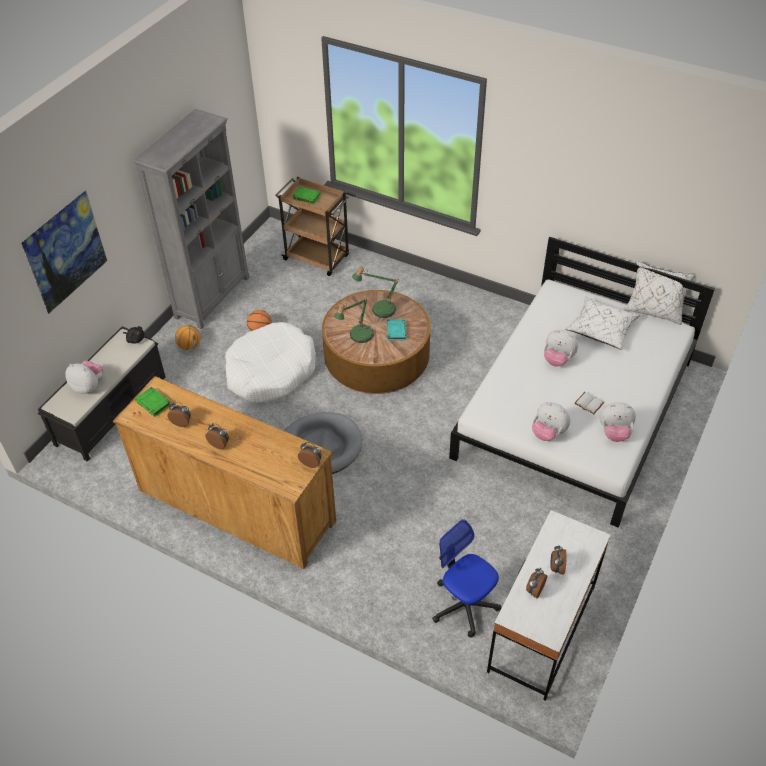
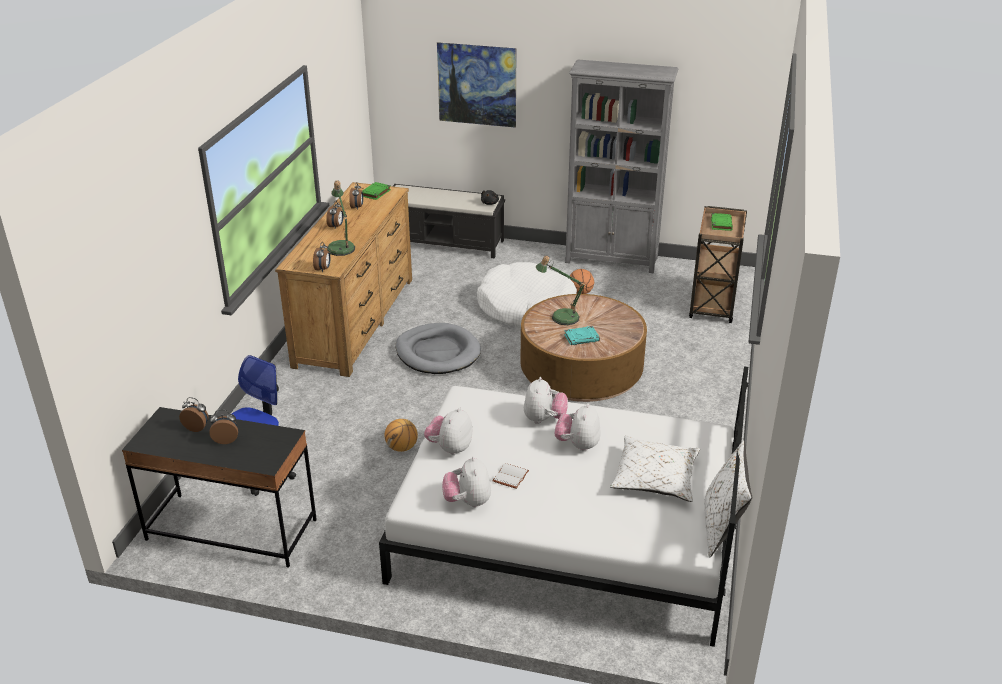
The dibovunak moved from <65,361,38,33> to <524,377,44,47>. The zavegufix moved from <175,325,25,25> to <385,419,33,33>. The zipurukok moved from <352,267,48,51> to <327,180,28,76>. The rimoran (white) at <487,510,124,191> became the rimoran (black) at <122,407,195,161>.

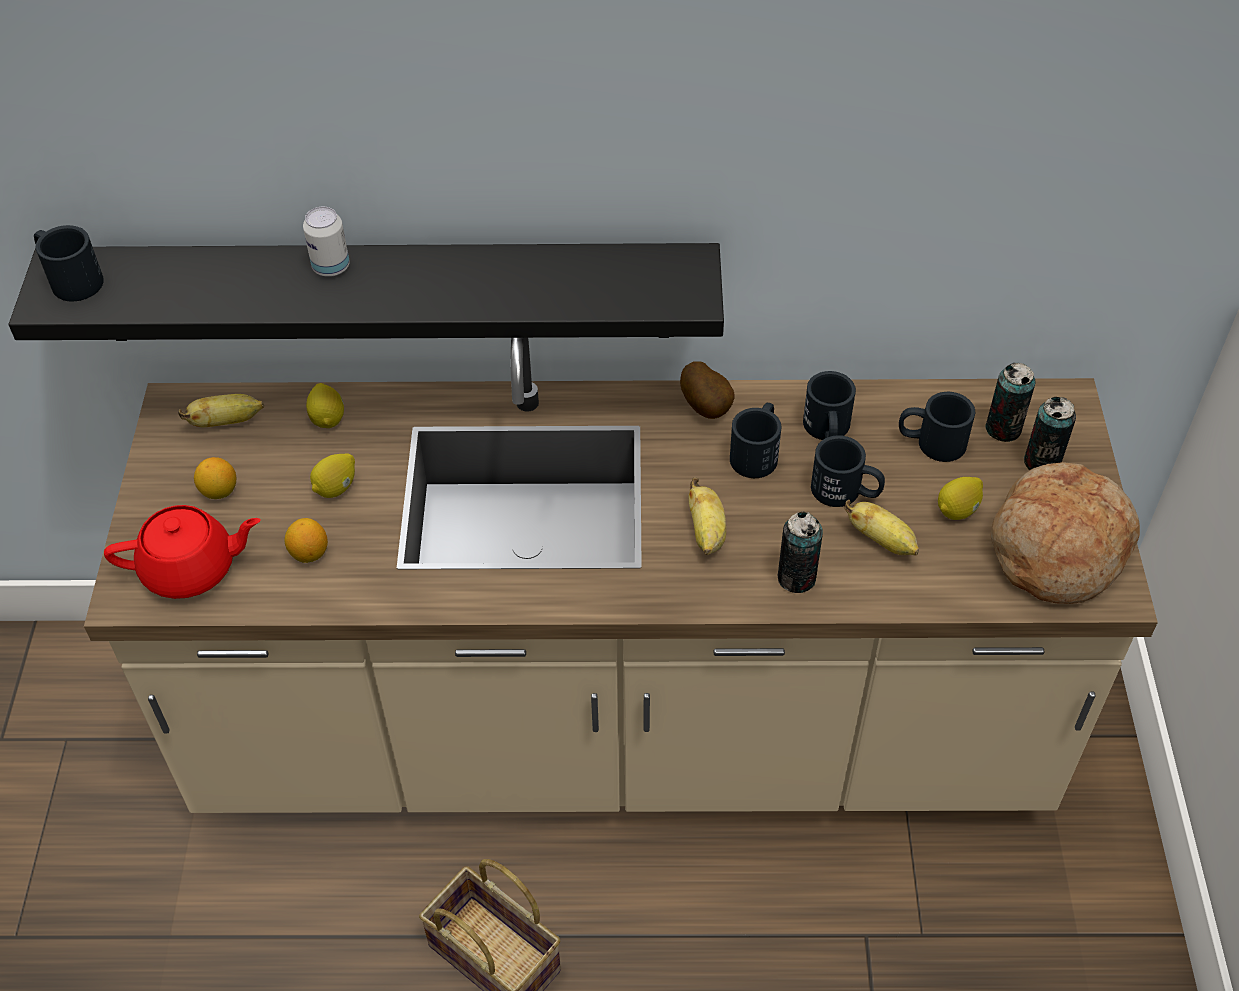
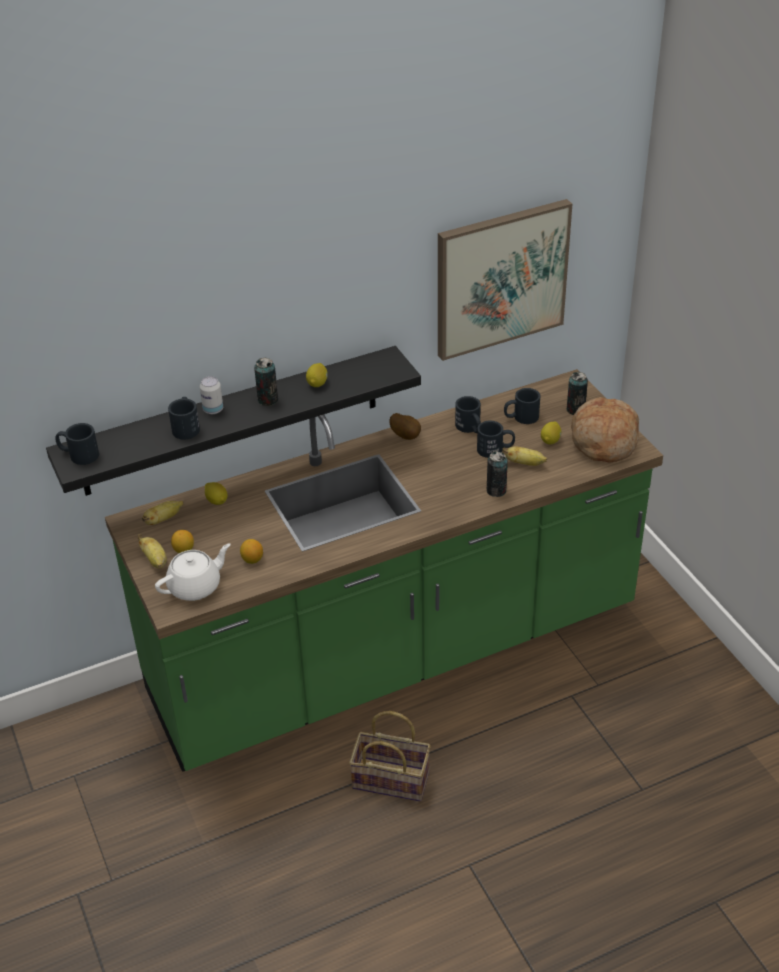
The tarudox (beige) at <84,338,1074,475> became the tarudox (green) at <105,369,558,403>. The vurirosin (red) at <104,505,157,94> became the vurirosin (white) at <155,543,76,58>. The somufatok moved from <310,453,45,45> to <306,363,22,24>. The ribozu moved from <688,478,38,77> to <138,534,29,34>. The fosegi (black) moved from <730,403,52,75> to <168,397,32,42>. The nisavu moved from <985,363,51,79> to <254,358,24,48>. The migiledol at <438,199,134,162> appeared.

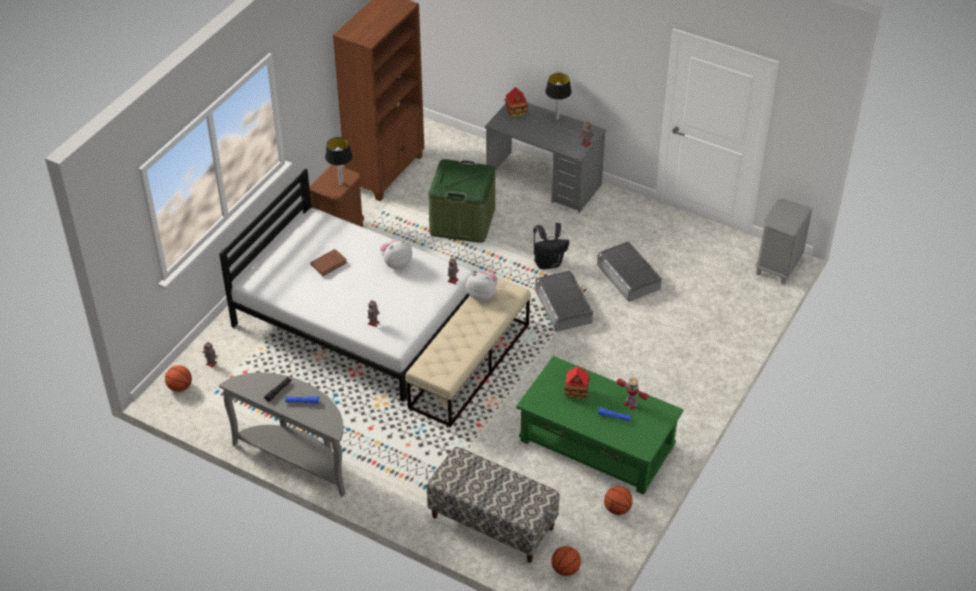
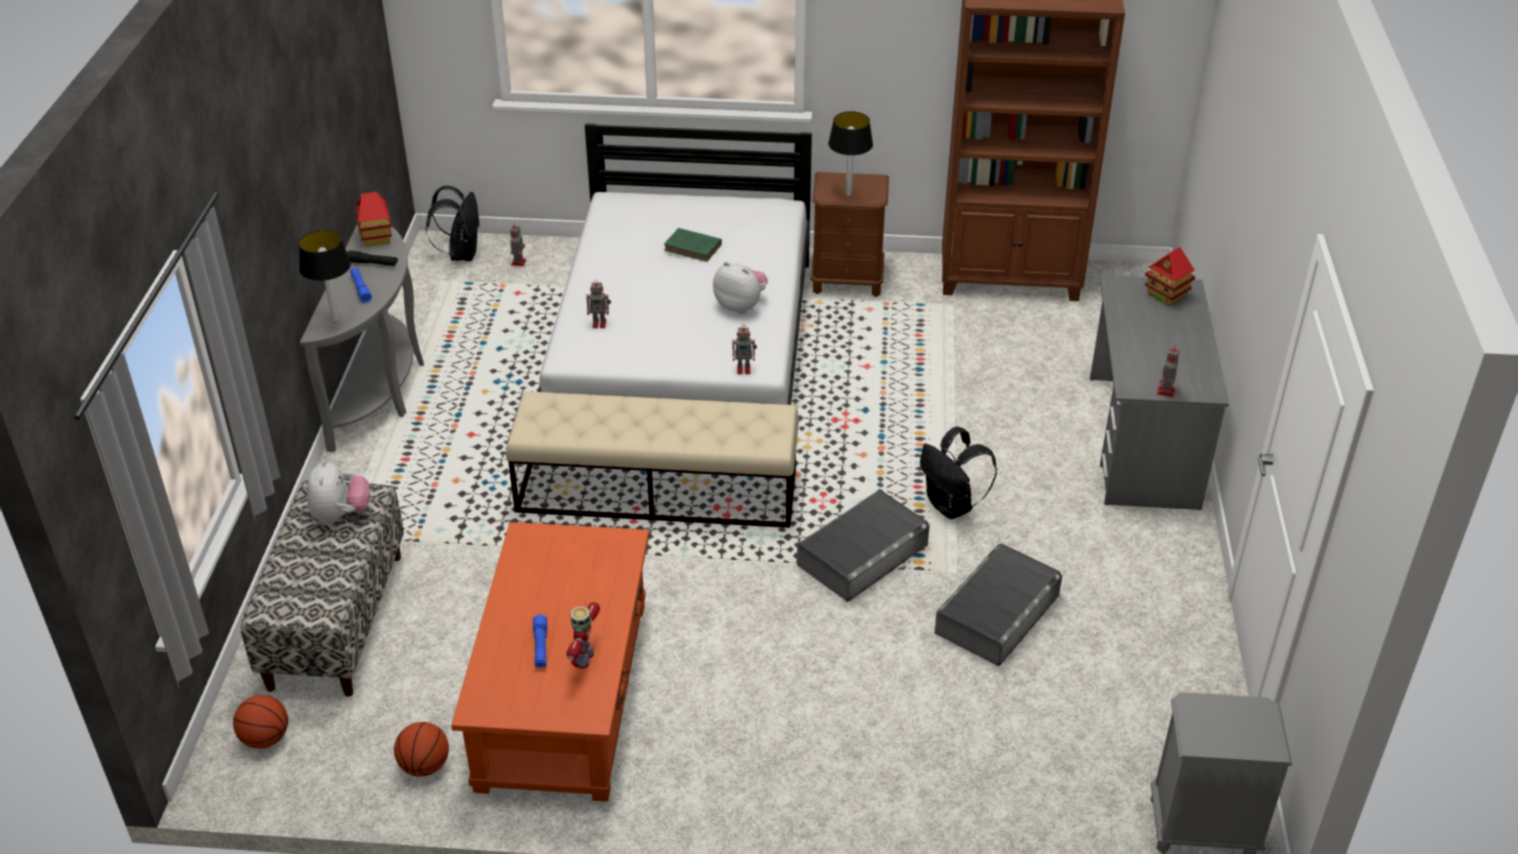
The zavegufix at <165,365,27,27> was replaced by the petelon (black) at <426,186,55,75>. The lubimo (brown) at <310,249,37,27> became the lubimo (green) at <664,228,58,34>. The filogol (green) at <428,159,67,84> disappeared. The dibovunak moved from <466,271,31,30> to <307,460,63,64>. The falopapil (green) at <516,356,167,139> became the falopapil (orange) at <451,522,198,280>. The zipurukok moved from <545,73,26,47> to <299,230,52,93>. The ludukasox moved from <564,366,26,34> to <356,192,36,55>.

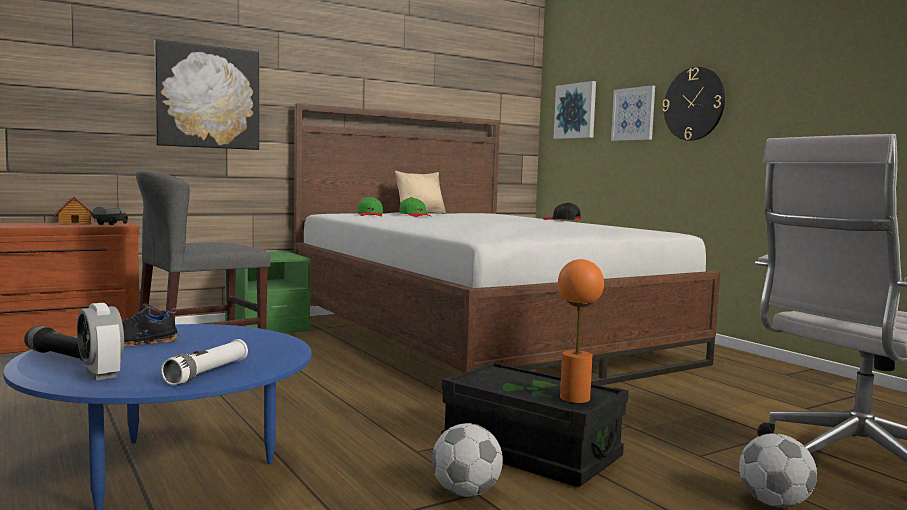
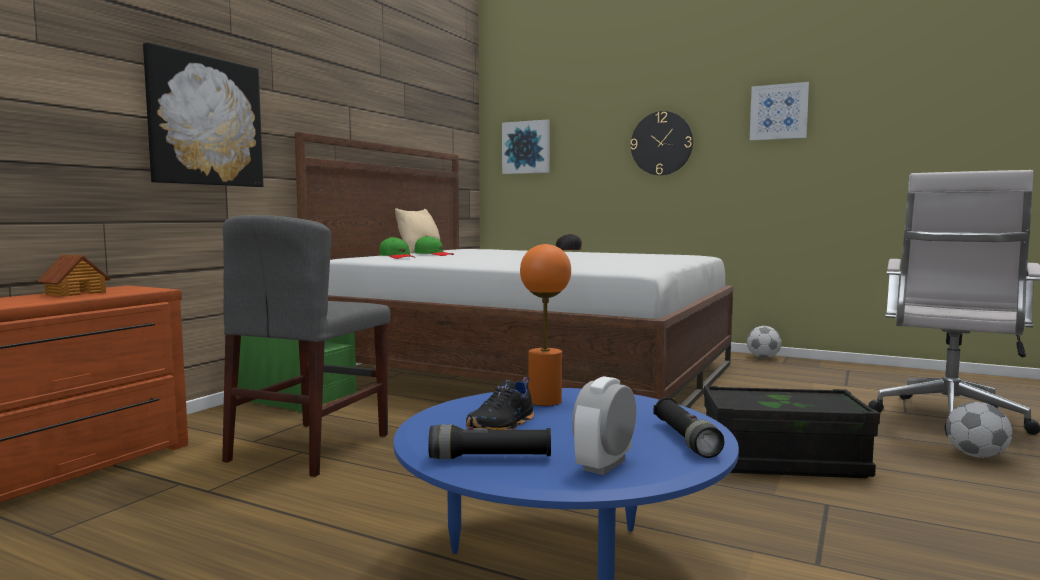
The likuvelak at <77,303,47,77> turned 105 degrees clockwise. The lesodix at <92,206,37,19> disappeared. The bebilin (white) at <161,339,87,46> became the bebilin (black) at <653,397,71,61>. The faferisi moved from <432,423,71,74> to <747,326,34,32>. The zipurukok (orange) moved from <558,259,46,144> to <520,244,51,162>. The migiledol moved from <611,85,44,56> to <750,82,59,59>.

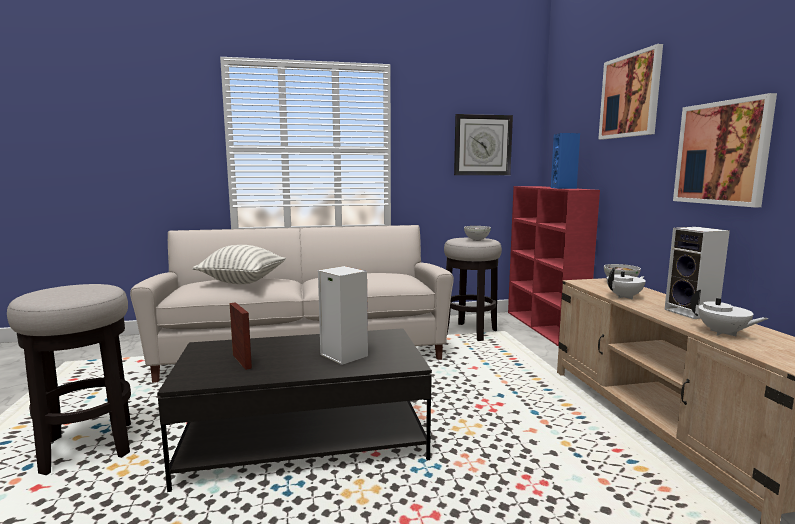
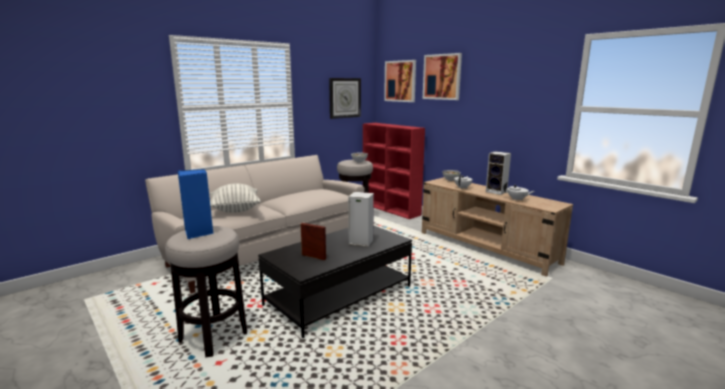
The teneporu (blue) moved from <551,133,29,56> to <178,169,35,70>. The migiledol moved from <673,93,104,114> to <384,60,32,42>.

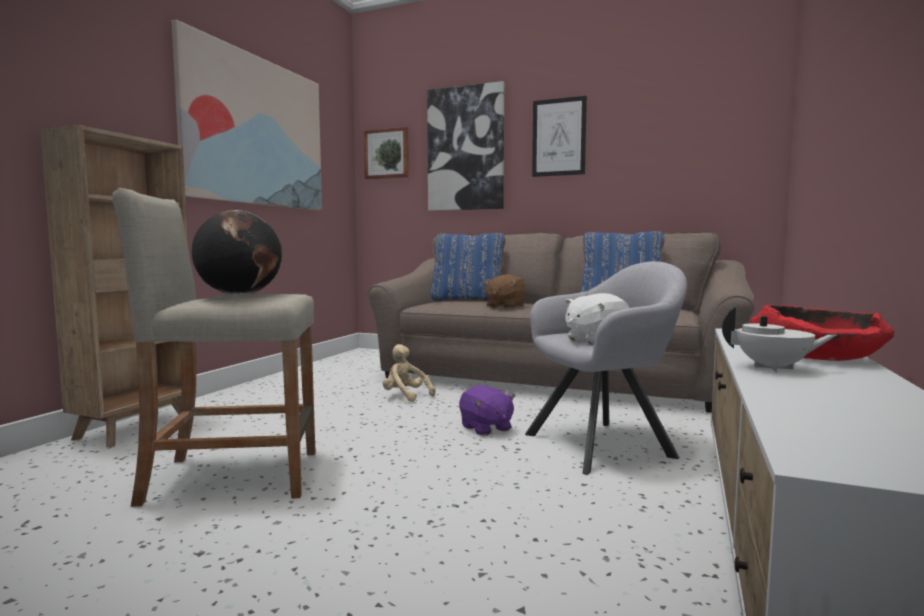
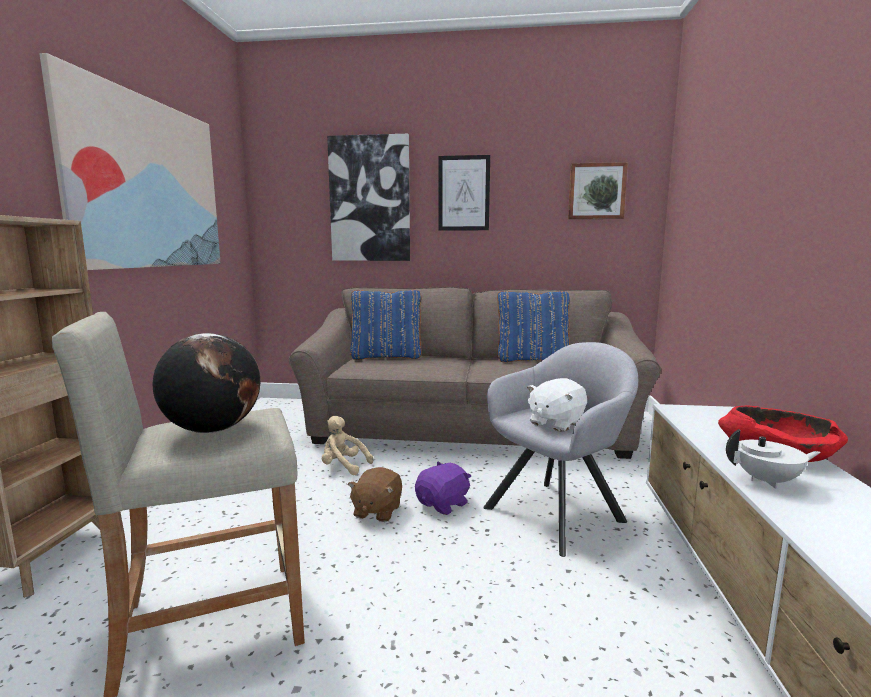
The migiledol moved from <364,127,45,52> to <568,162,60,57>. The dibovunak (purple) at <459,385,56,51> turned 90 degrees counterclockwise. The dibovunak (brown) moved from <484,274,42,35> to <348,467,54,55>.

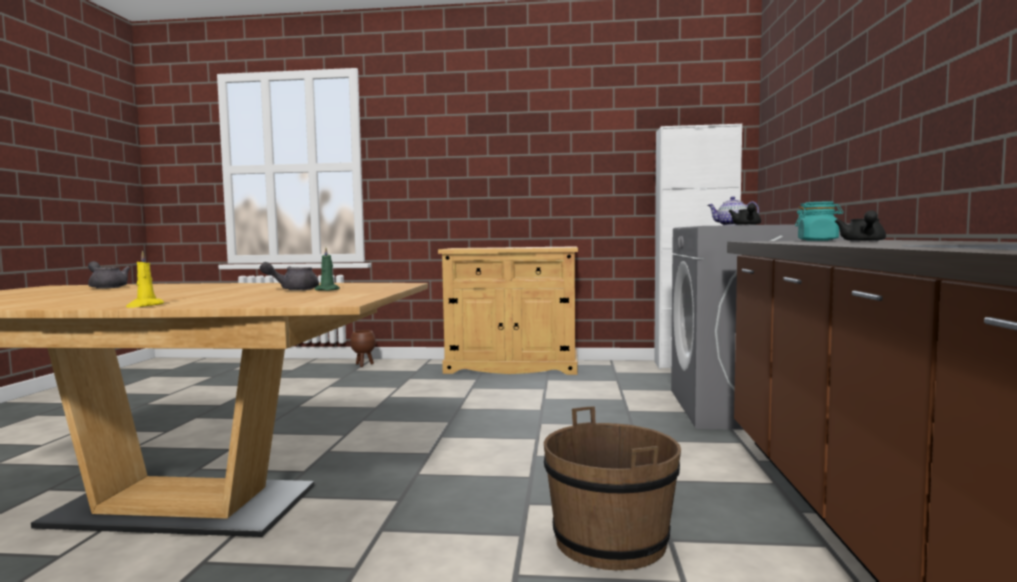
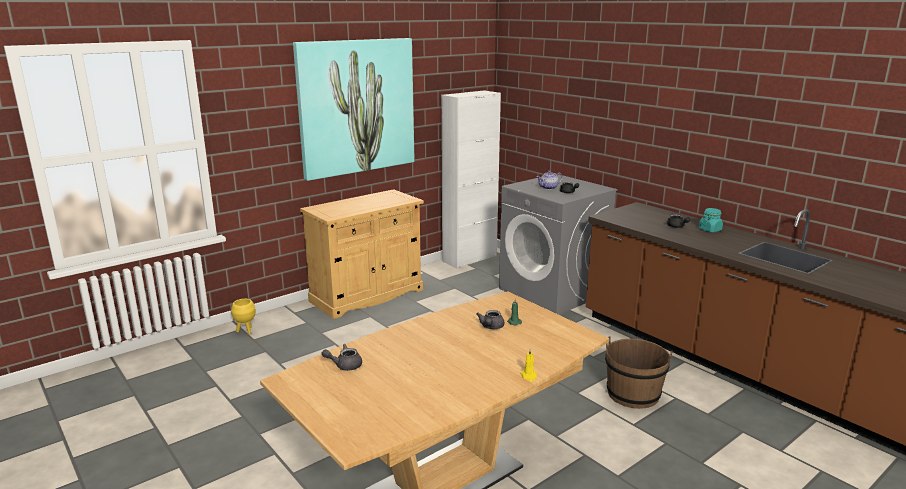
The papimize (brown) at <350,330,26,37> became the papimize (yellow) at <231,299,25,35>. The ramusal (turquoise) moved from <795,201,48,40> to <699,208,24,24>. The migiledol at <293,38,121,143> appeared.

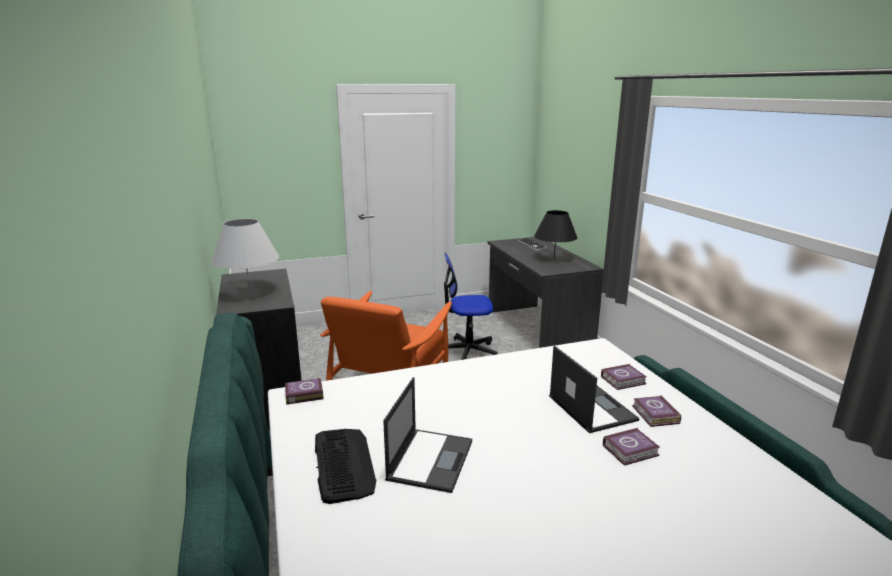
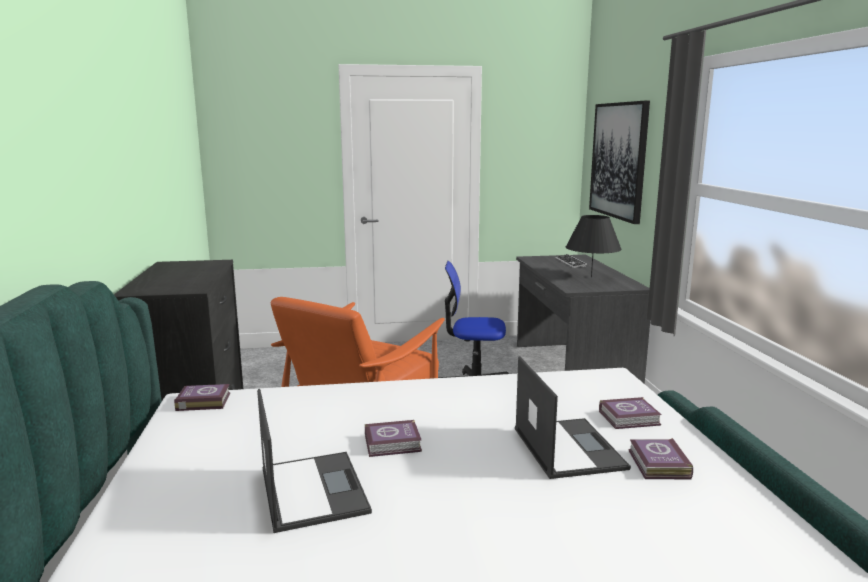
The zipurukok (white) at <211,219,68,73> disappeared. The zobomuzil at <315,429,61,75> disappeared. The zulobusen at <383,377,89,116> turned 45 degrees counterclockwise. The lubimo moved from <603,428,57,38> to <365,420,57,37>. The migiledol at <589,101,61,123> appeared.

